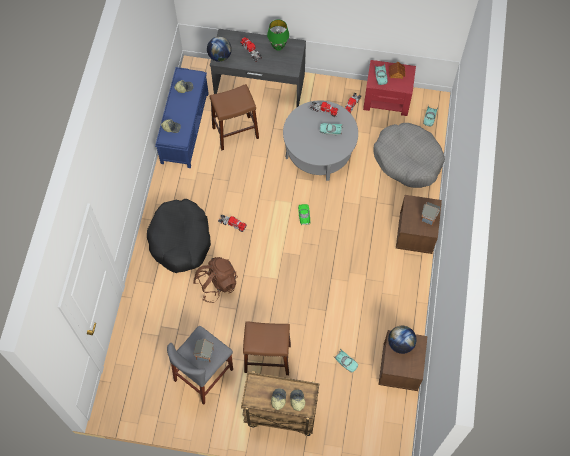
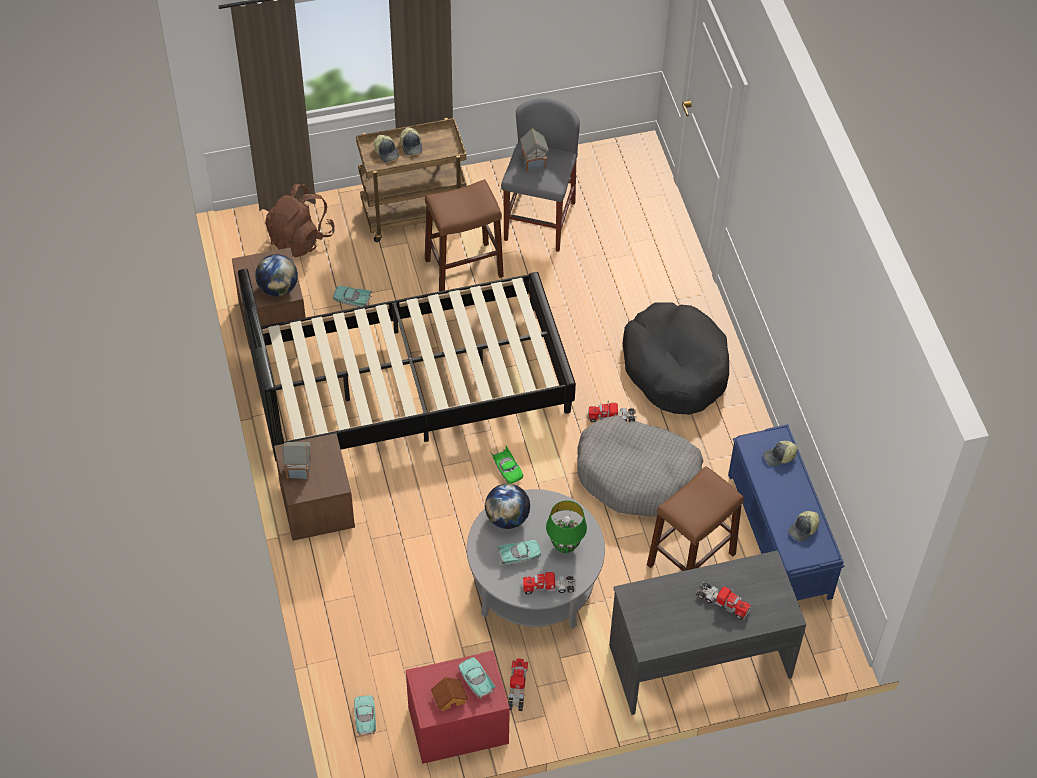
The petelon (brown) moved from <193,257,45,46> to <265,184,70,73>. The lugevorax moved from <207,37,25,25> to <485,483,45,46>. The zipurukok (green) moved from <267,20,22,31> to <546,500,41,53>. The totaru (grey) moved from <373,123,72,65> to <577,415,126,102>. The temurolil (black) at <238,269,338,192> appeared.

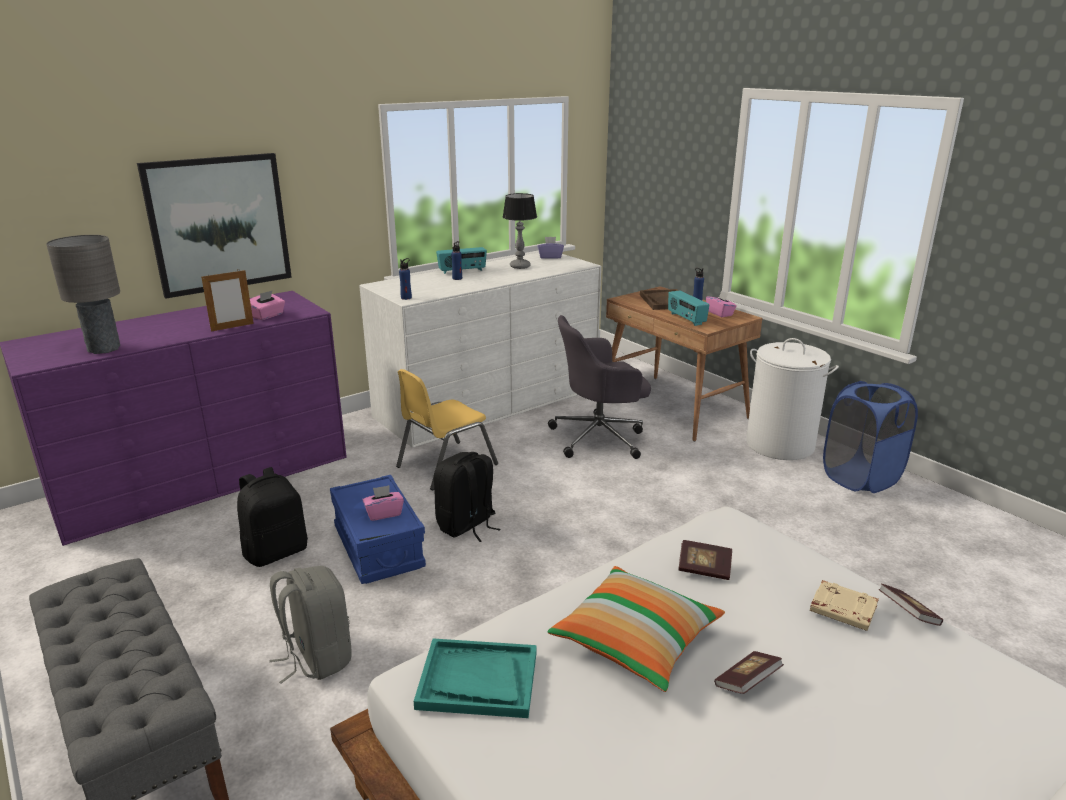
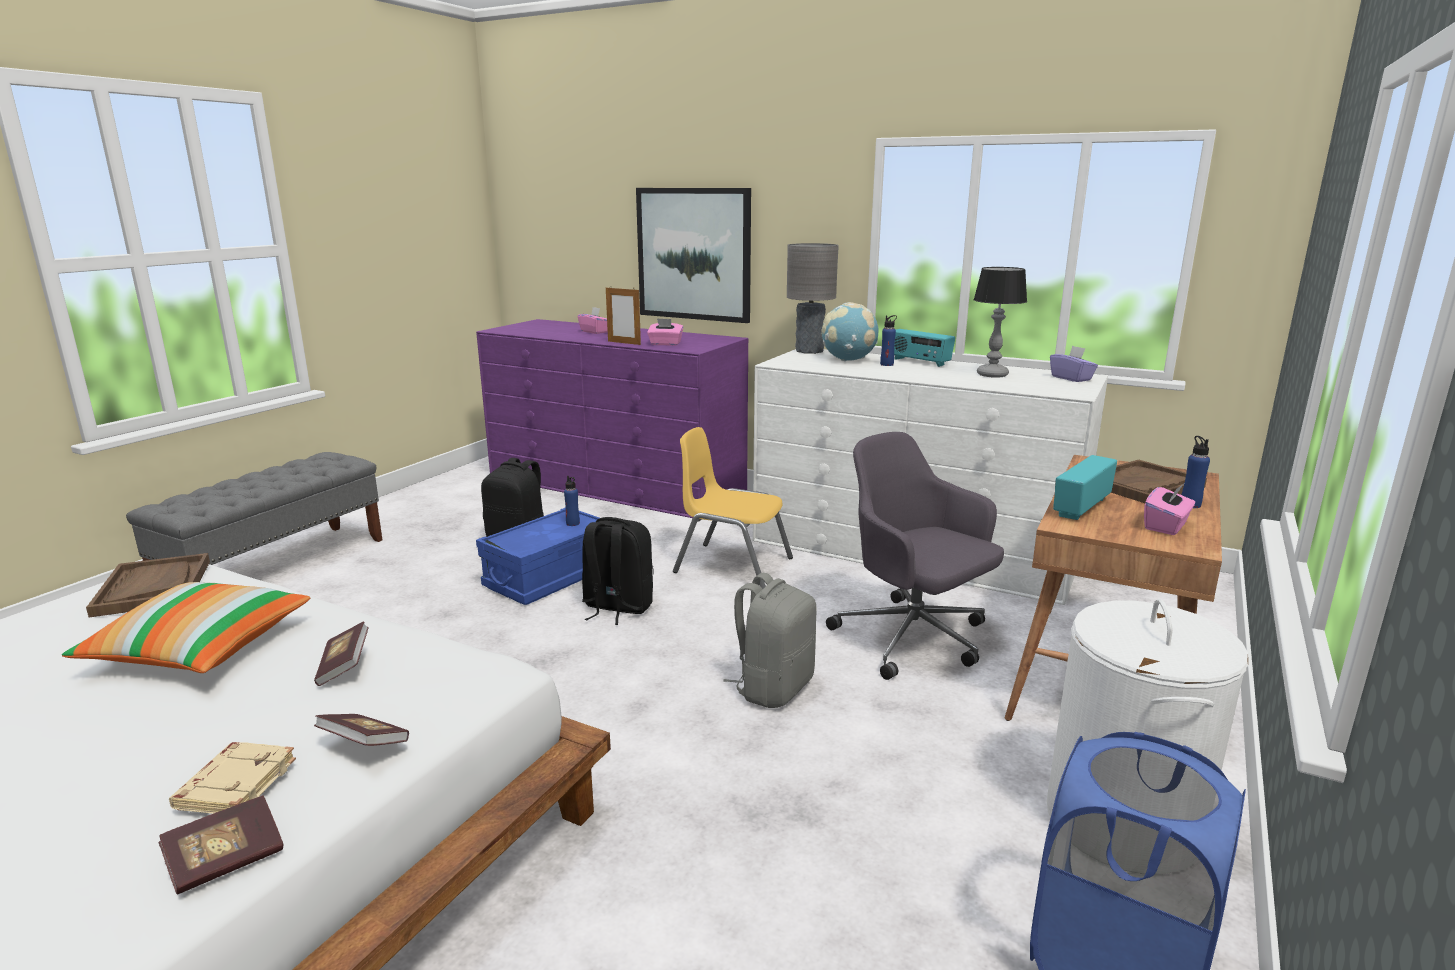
The zipurukok (grey) moved from <46,235,74,119> to <787,243,52,111>. The petelon (grey) moved from <270,566,82,118> to <723,573,94,135>. The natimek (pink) moved from <362,485,42,36> to <578,307,30,27>. The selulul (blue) moved from <399,258,13,42> to <564,476,16,50>. The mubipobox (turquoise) at <414,638,123,80> became the mubipobox (brown) at <86,553,124,64>. The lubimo moved from <714,651,70,43> to <314,714,95,32>. The lugevorax at <821,302,58,59> appeared.

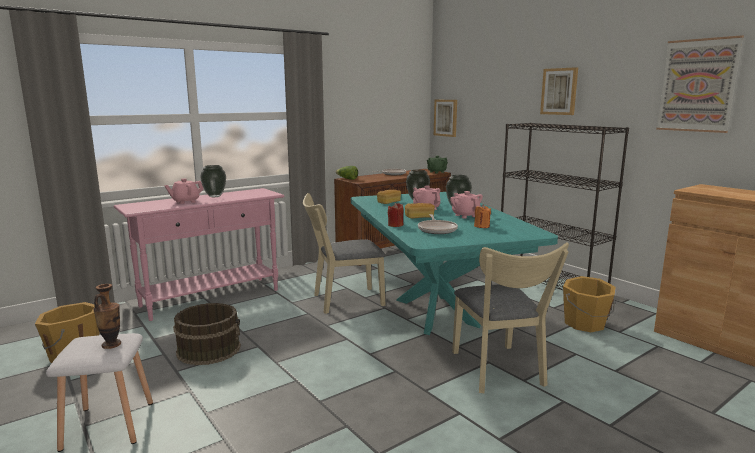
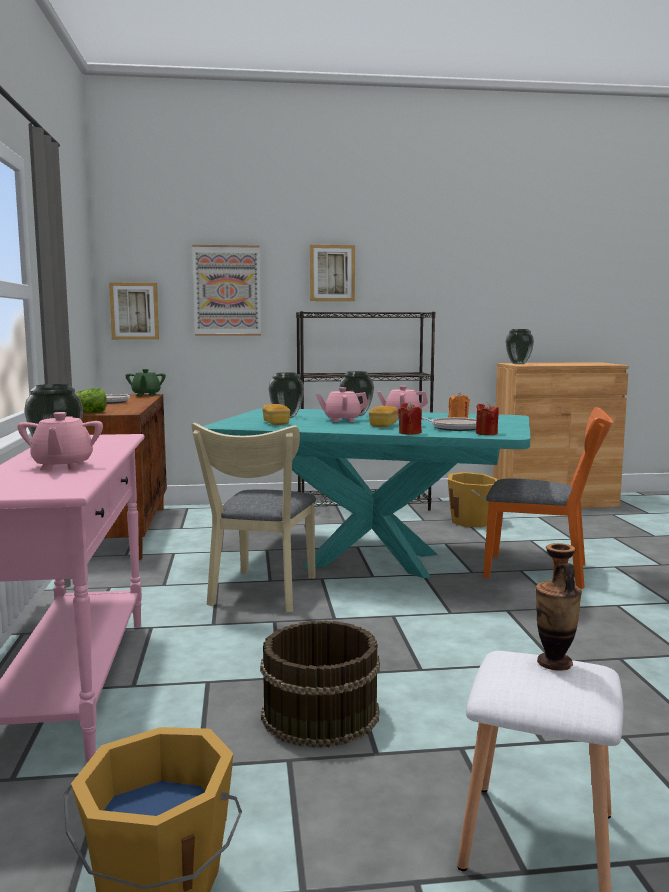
The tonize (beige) at <452,242,117,151> became the tonize (orange) at <483,407,130,182>. The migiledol moved from <656,35,88,98> to <192,245,69,91>. The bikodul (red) at <476,402,23,33> appeared. The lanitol at <505,329,29,35> appeared.

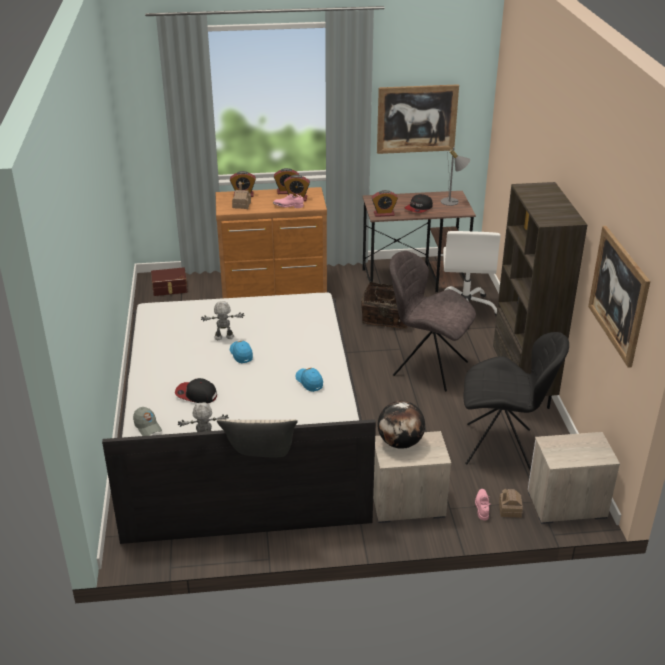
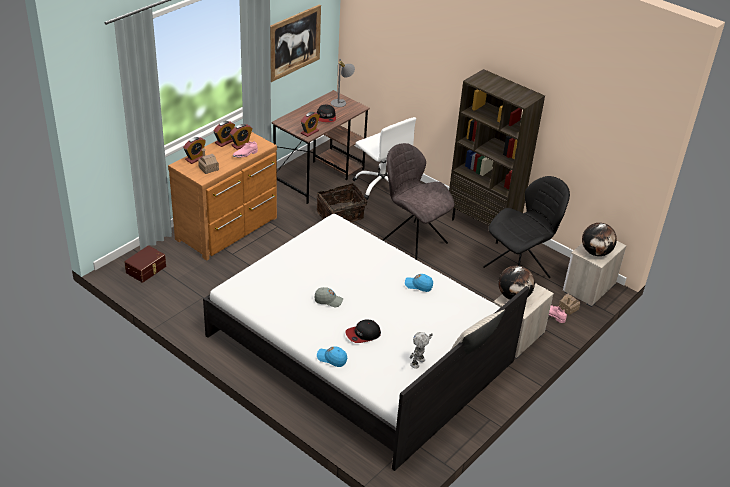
The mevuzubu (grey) moved from <133,407,29,29> to <314,287,29,20>. The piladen at <201,301,44,39> disappeared. The mevuzubu (blue) moved from <230,341,23,22> to <317,346,30,21>. The tonize (grey) at <389,251,87,141> turned 60 degrees clockwise. The migiledol at <588,226,62,142> disappeared. The lugevorax at <582,223,35,33> appeared.

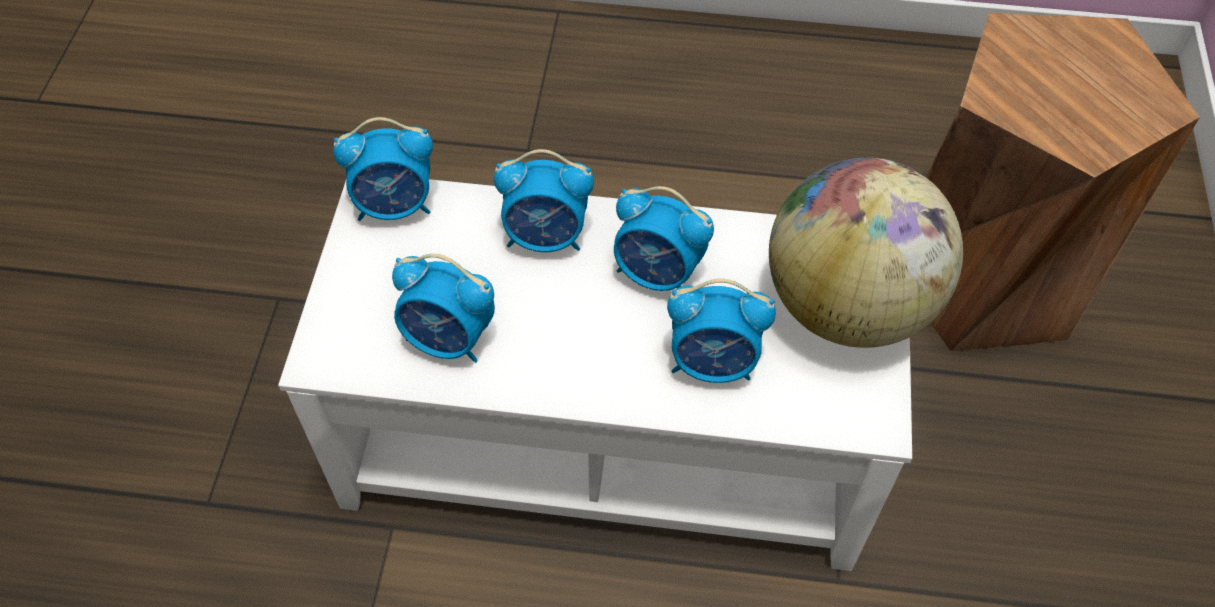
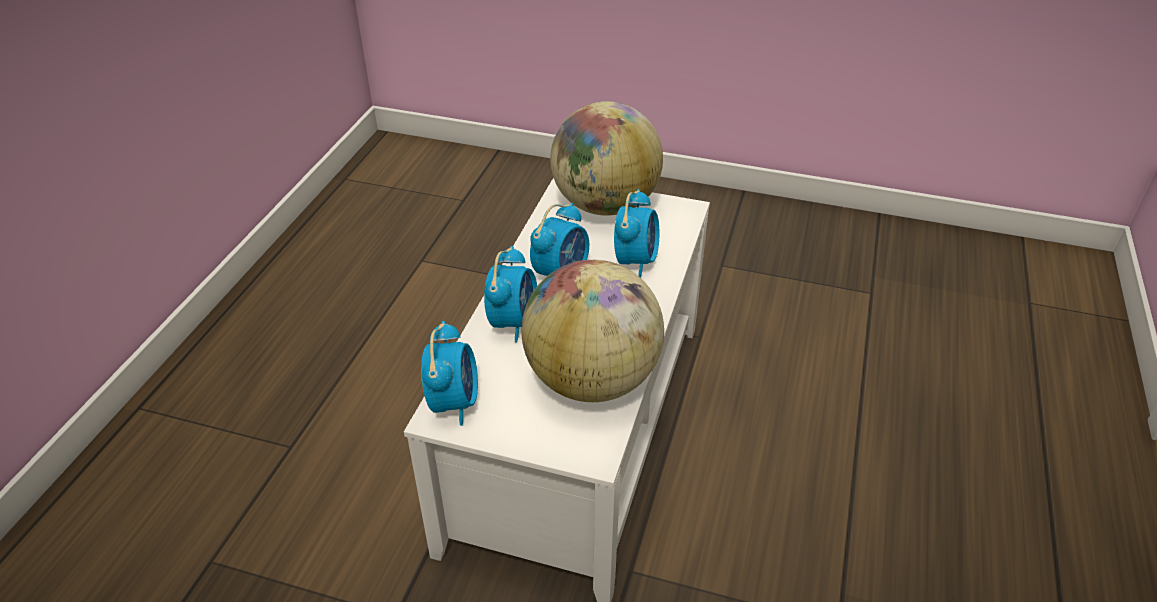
The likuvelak at <392,254,103,108> was replaced by the lugevorax at <521,260,143,142>. The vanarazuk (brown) at <926,12,274,339> disappeared.

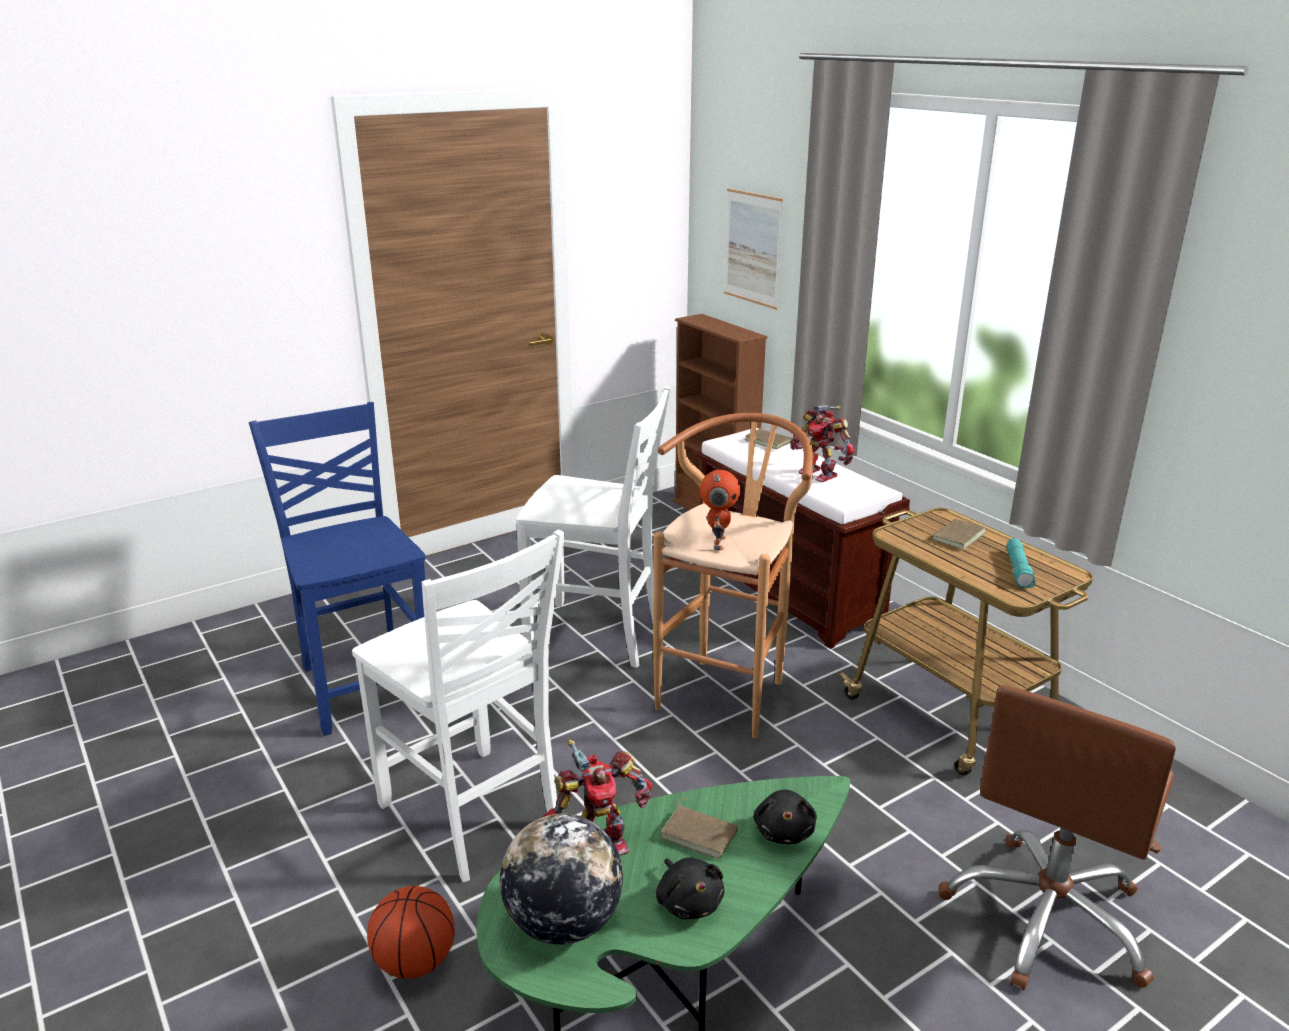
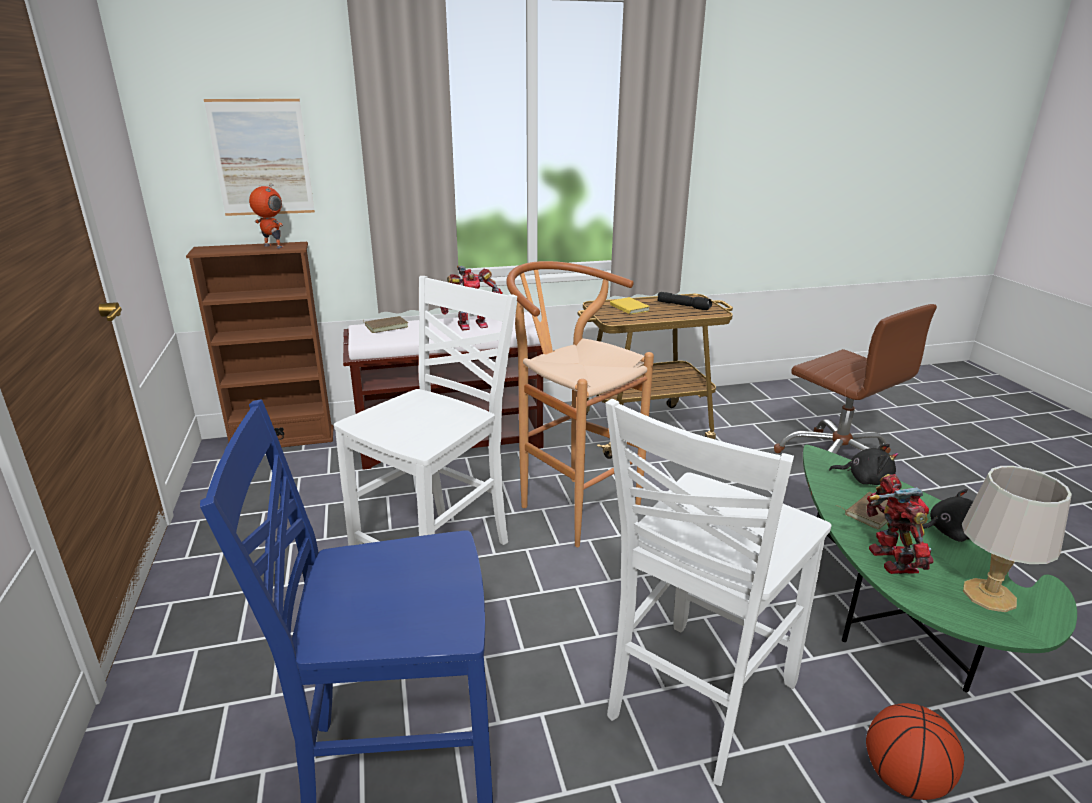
The tonize (white) at <352,530,213,352> turned 150 degrees clockwise. The lugevorax at <500,814,123,131> was replaced by the zipurukok (grey) at <962,466,110,146>. The piladen moved from <700,470,40,80> to <249,183,35,66>. The lubimo (brown) at <926,519,59,31> became the lubimo (yellow) at <610,297,40,17>. The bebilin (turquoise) at <1006,538,29,50> became the bebilin (black) at <657,292,55,18>.

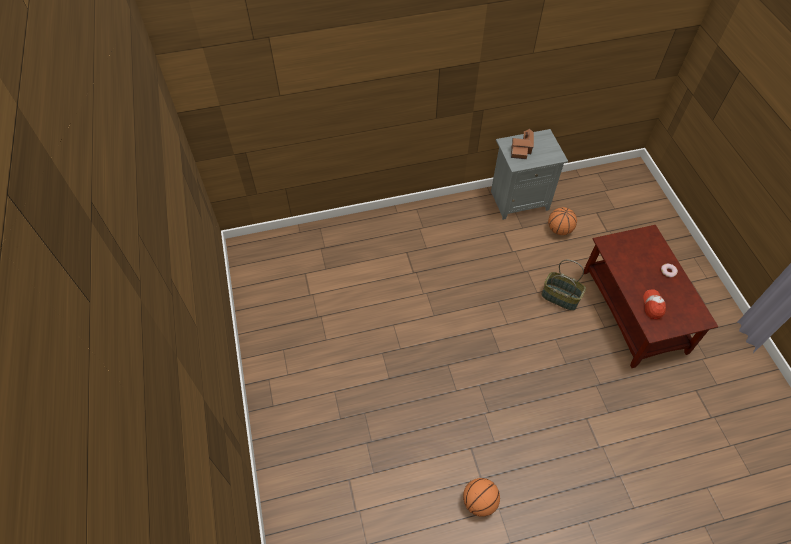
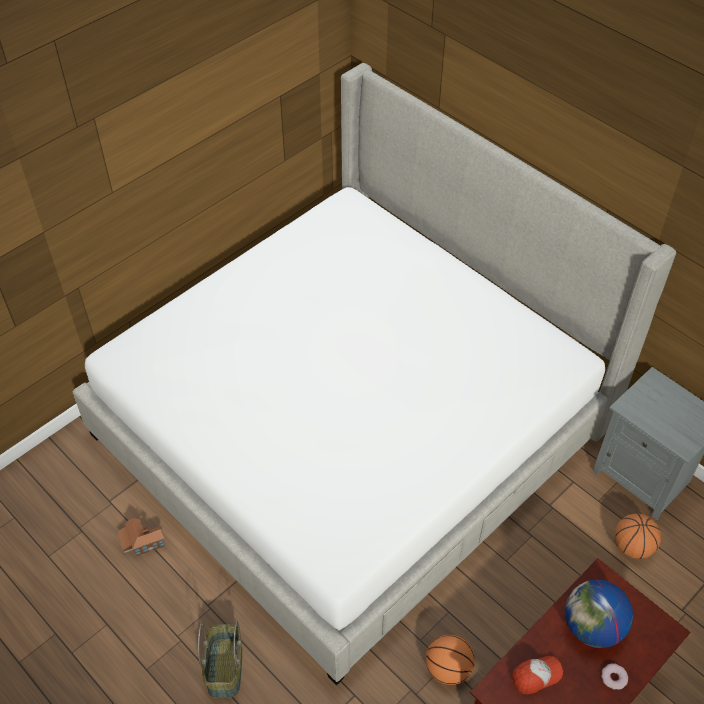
The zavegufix moved from <463,478,37,39> to <425,635,50,50>. The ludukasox moved from <511,129,23,30> to <117,518,48,38>. The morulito moved from <541,260,45,51> to <198,621,44,77>. The temurolil at <73,63,603,622> appeared. The lugevorax at <565,580,68,68> appeared.

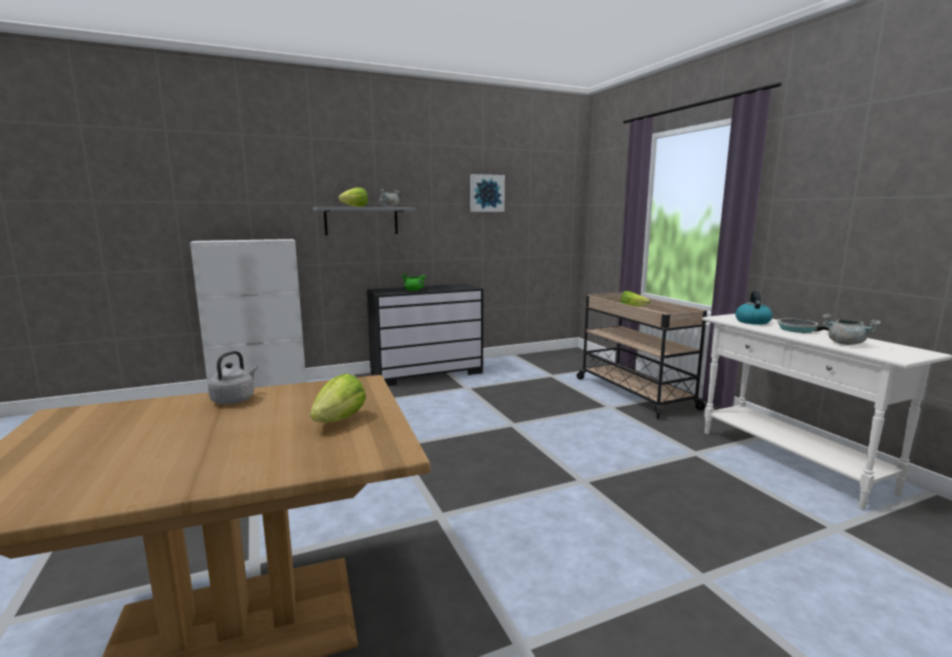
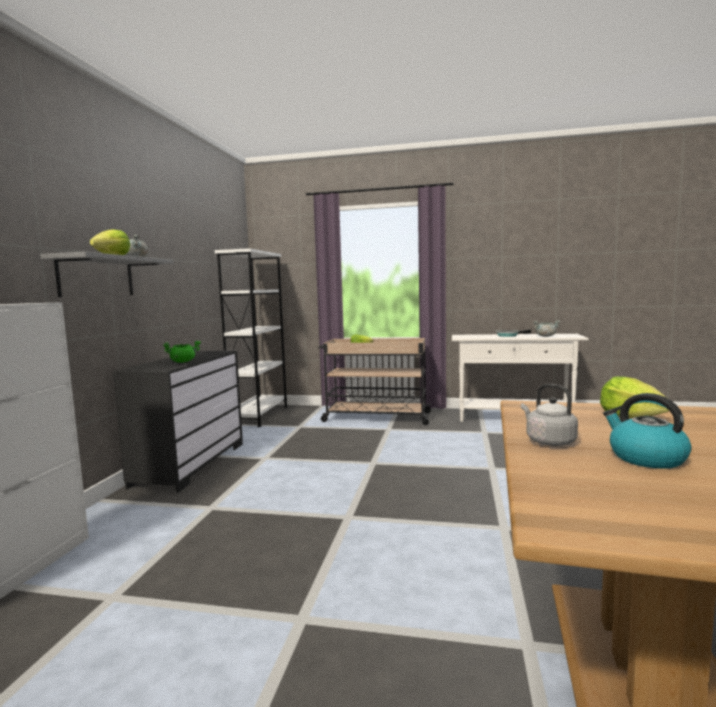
The migiledol at <470,174,35,38> disappeared. The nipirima moved from <735,291,38,34> to <603,393,88,76>. The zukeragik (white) at <215,248,73,179> appeared.

